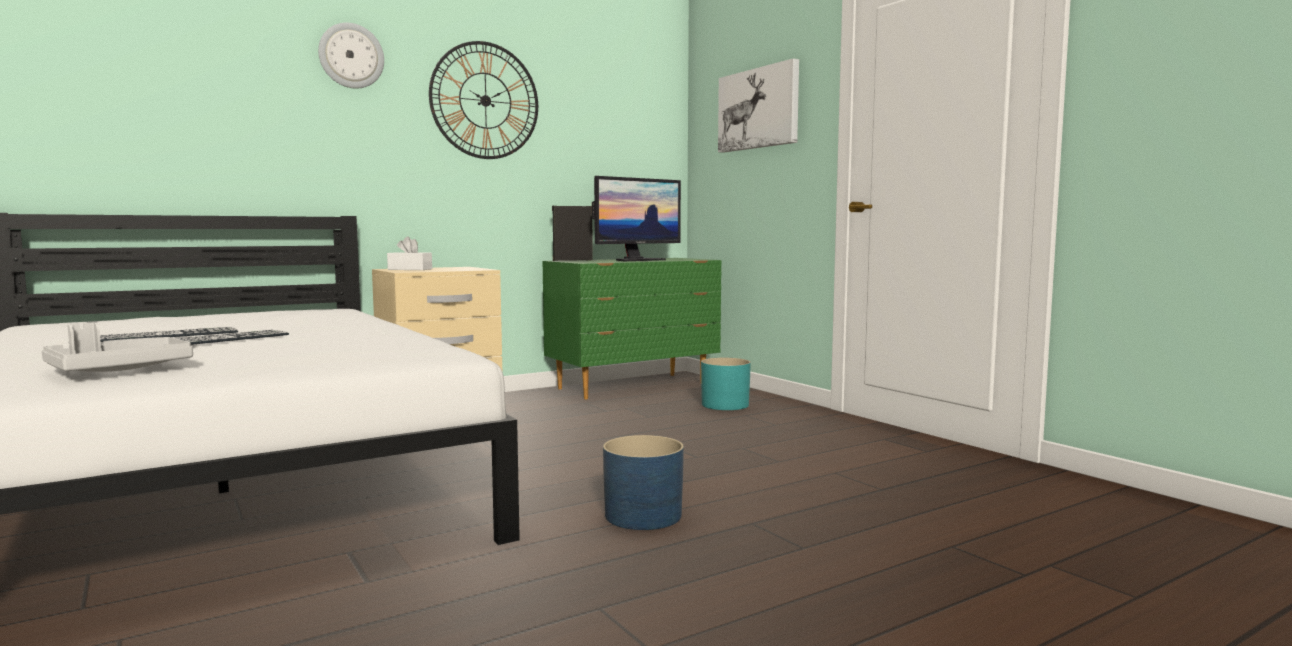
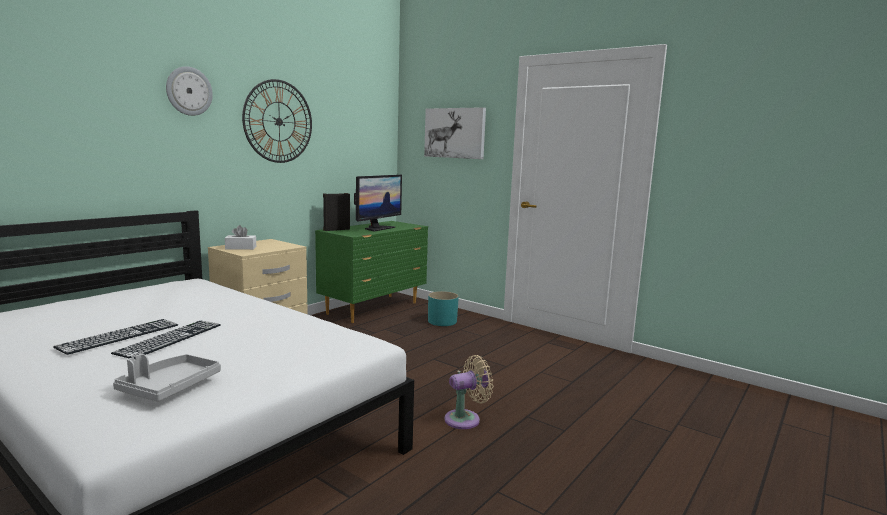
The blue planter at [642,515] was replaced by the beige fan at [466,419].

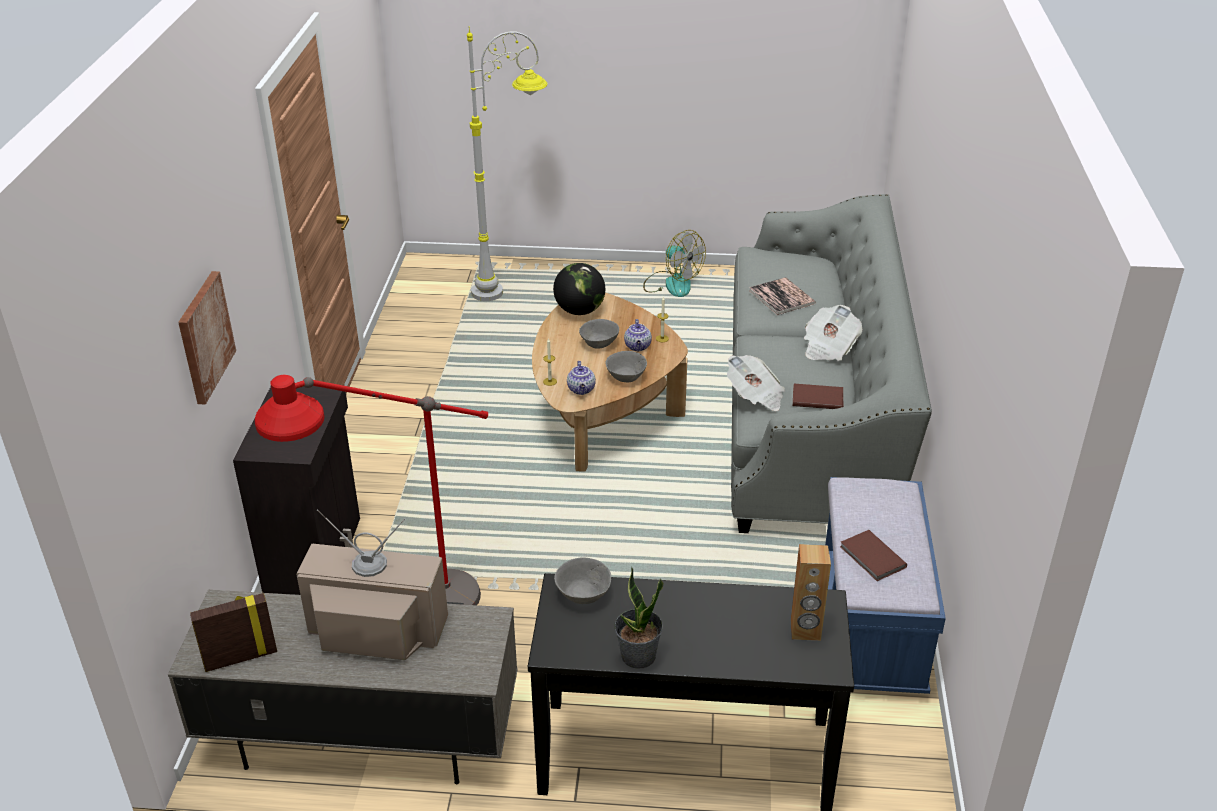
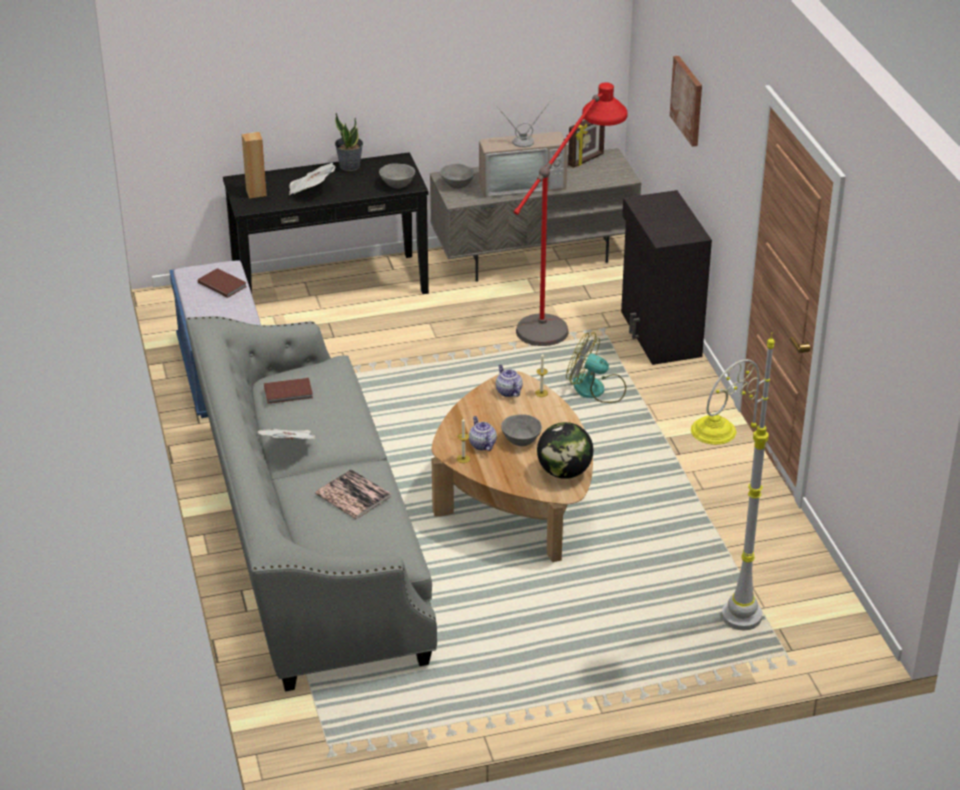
The grey bowl moved from [625,377] to [457,184]. The fan moved from [672,283] to [596,389]. The newspaper moved from [755,396] to [311,190].

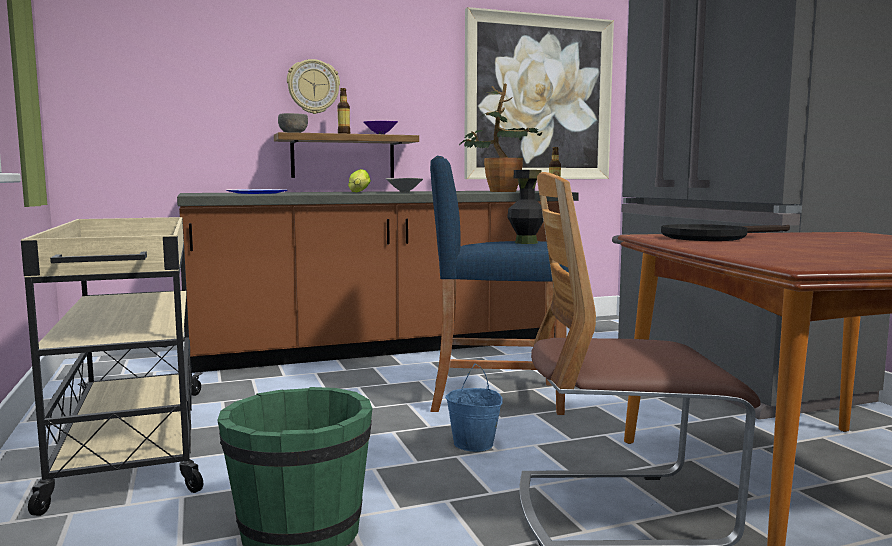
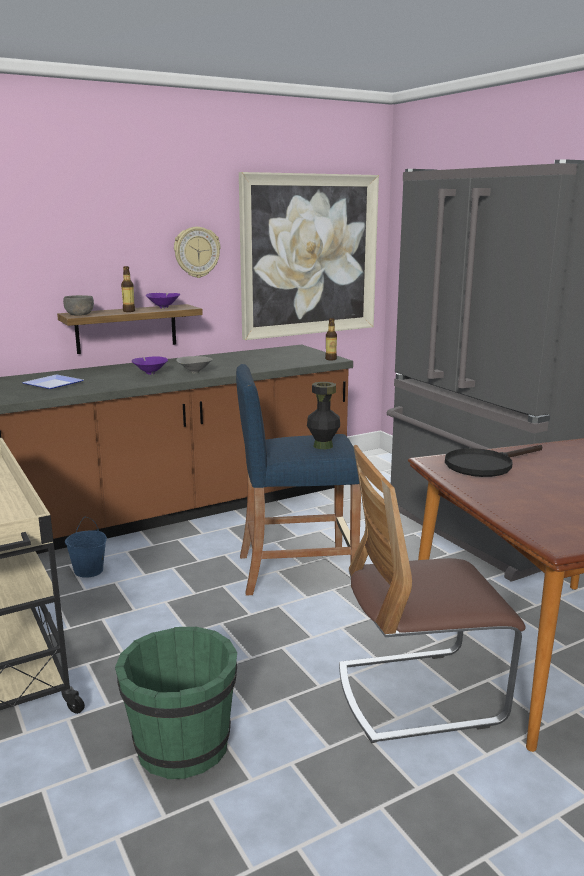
The potted plant at [498,191] disappeared. The wall clock moved from [313,87] to [196,252]. The blue bucket moved from [474,444] to [89,571]. The lettuce at [358,192] was replaced by the purple bowl at [150,373].

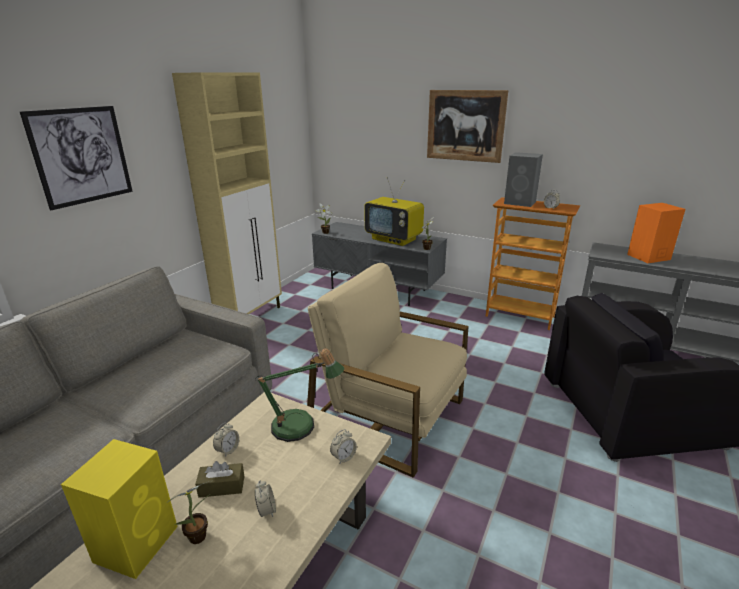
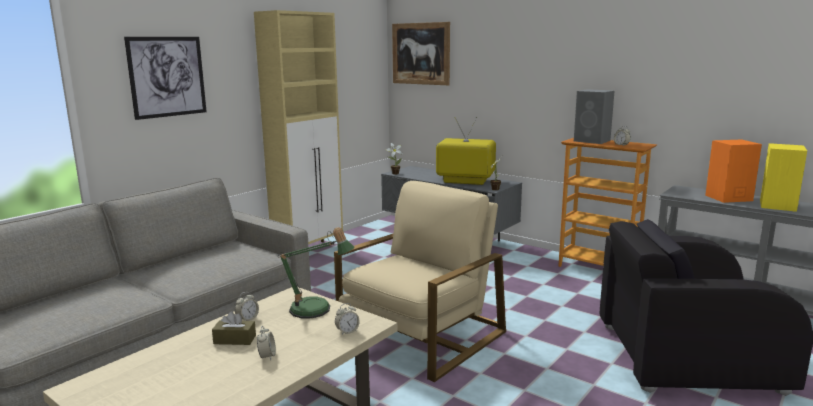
The potted plant at [201,536] disappeared. The yellow speaker moved from [138,542] to [777,205]. The picture moved from [465,126] to [420,53]. The beige armchair at [389,414] turned 90 degrees clockwise. The television at [394,239] turned 150 degrees clockwise.

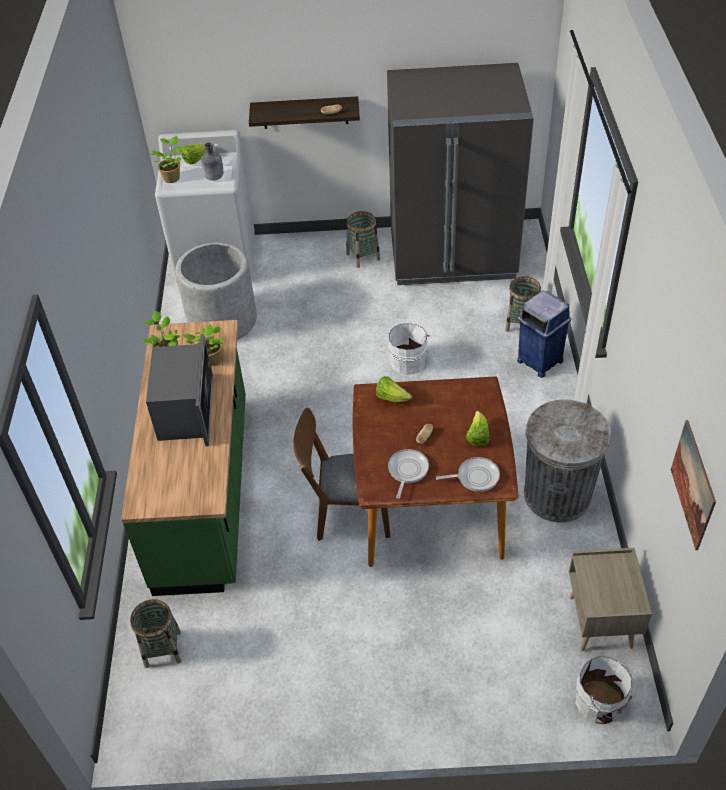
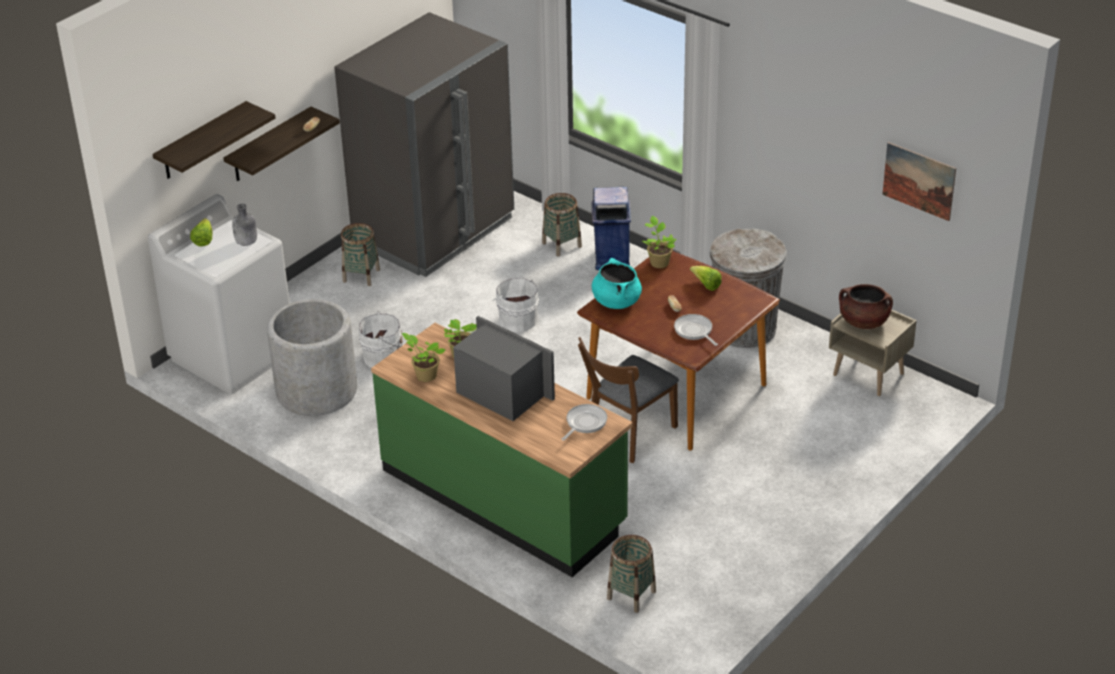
The shelf at [202,141] appeared. The brown cooking pot at [863,322] appeared. The potted plant moved from [172,177] to [658,262]. The frying pan moved from [475,477] to [584,423]. The white bucket moved from [600,703] to [384,357]. The lettuce at [392,398] was replaced by the turquoise cooking pot at [616,301].

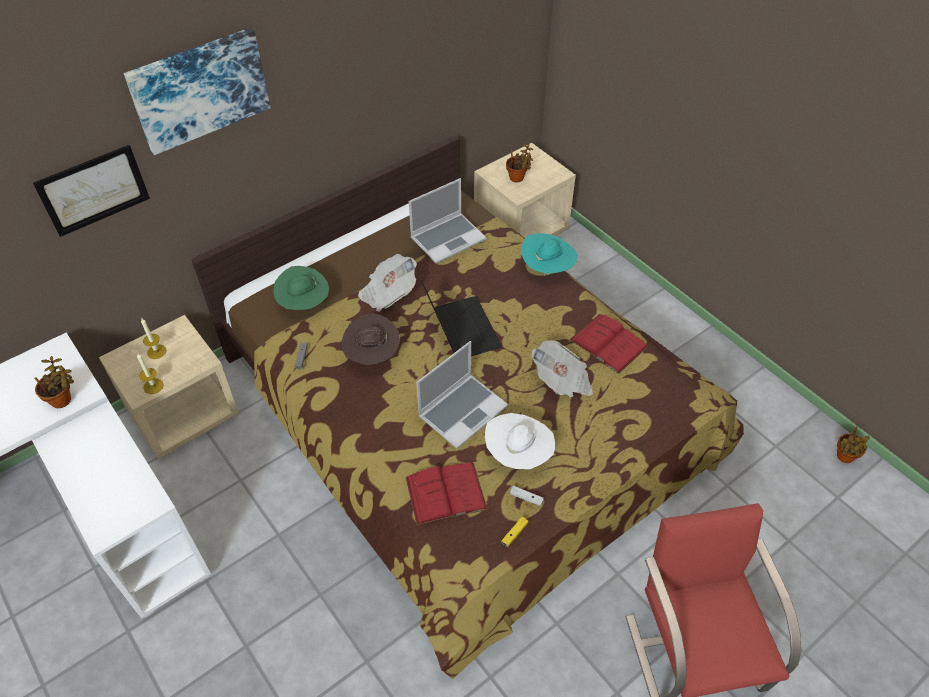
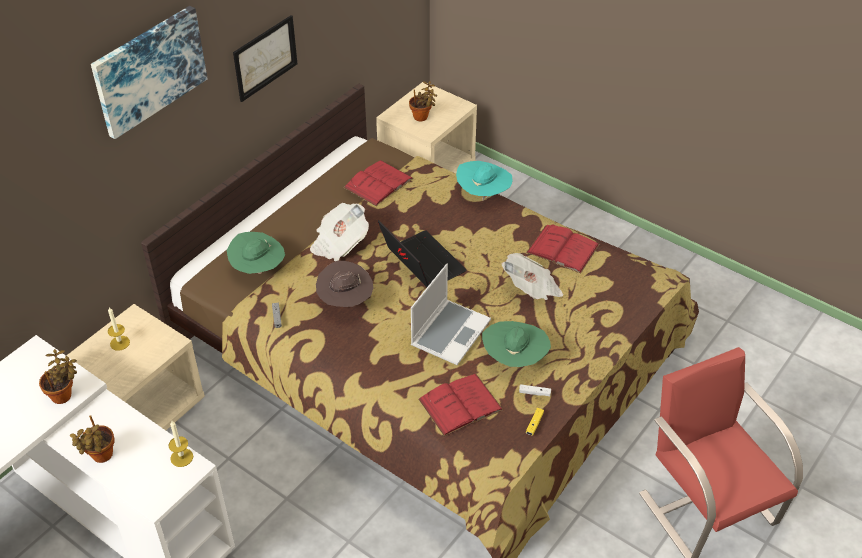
The picture moved from [93,190] to [265,58]. The candle moved from [153,386] to [181,457]. The potted plant moved from [844,457] to [101,456]. The laptop at [448,238] was replaced by the red book at [378,183]. The white hat at [518,455] became the green hat at [514,359].

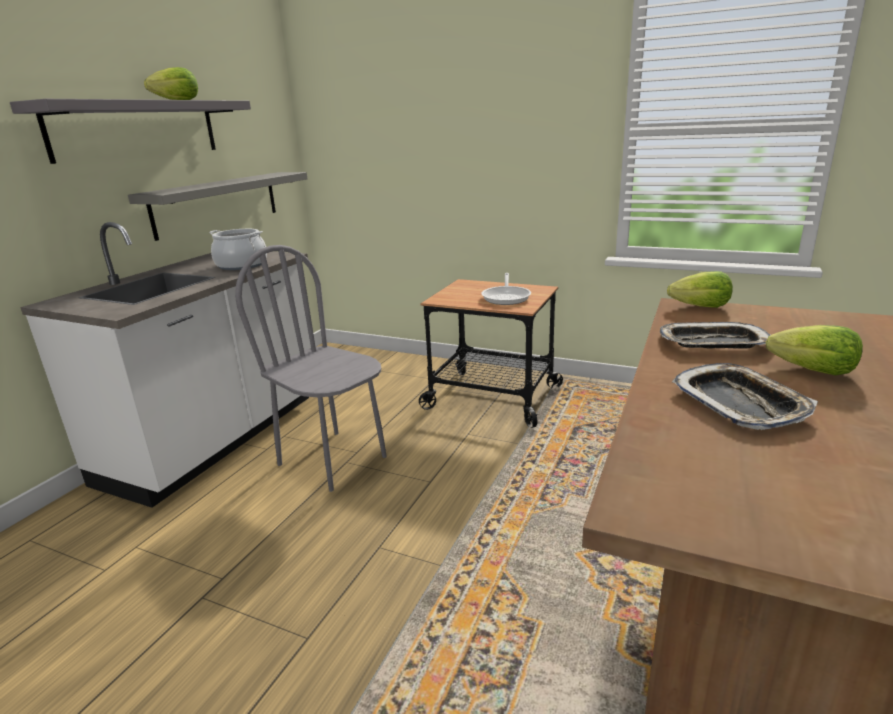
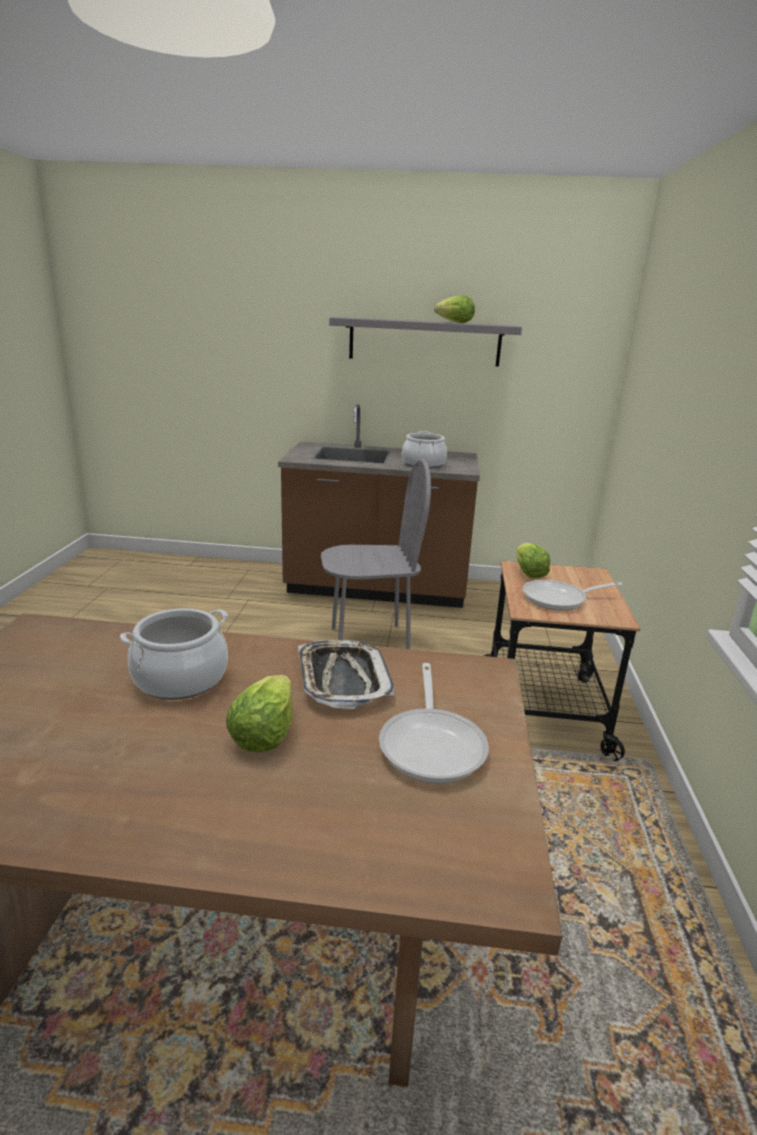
The grey shelf at [217,203] disappeared. The frying pan at [432,744] appeared. The lettuce moved from [701,307] to [528,573]. The tray at [739,403] was replaced by the cooking pot at [181,678]. The white counter at [219,438] became the brown counter at [376,589]. The grey chair at [333,460] turned 60 degrees clockwise.

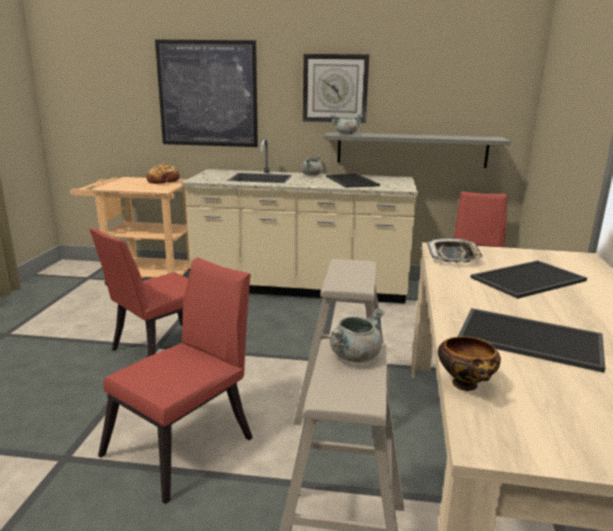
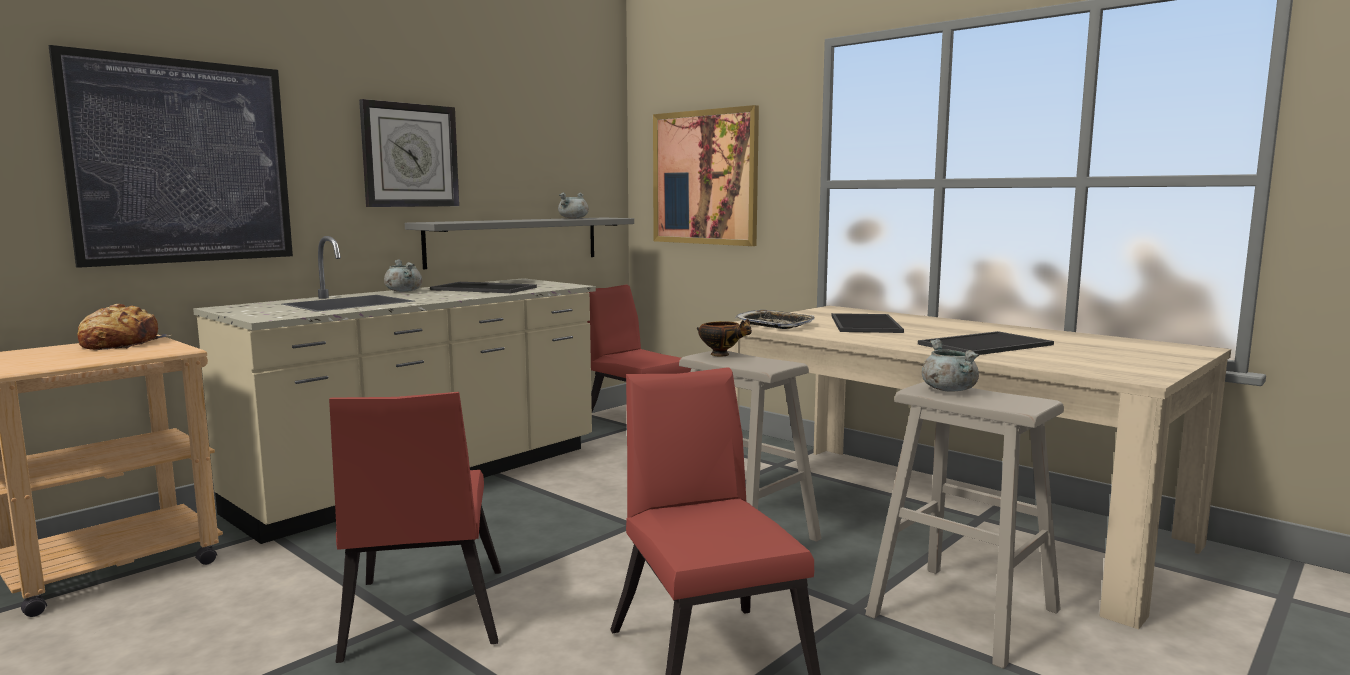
The picture at [704,177] appeared. The grey cooking pot moved from [346,134] to [573,218]. The bowl moved from [466,386] to [722,355].

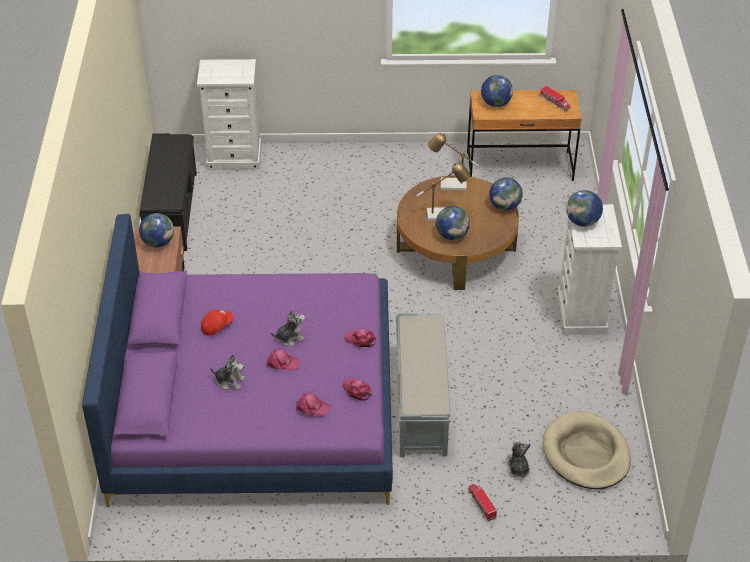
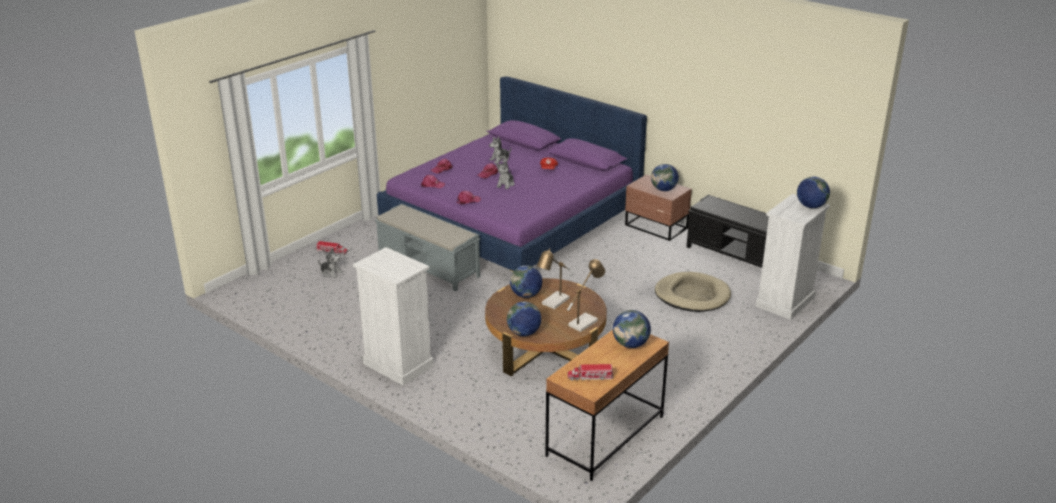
The beige dog bed moved from [586,454] to [692,295]. The globe moved from [582,222] to [811,206].

